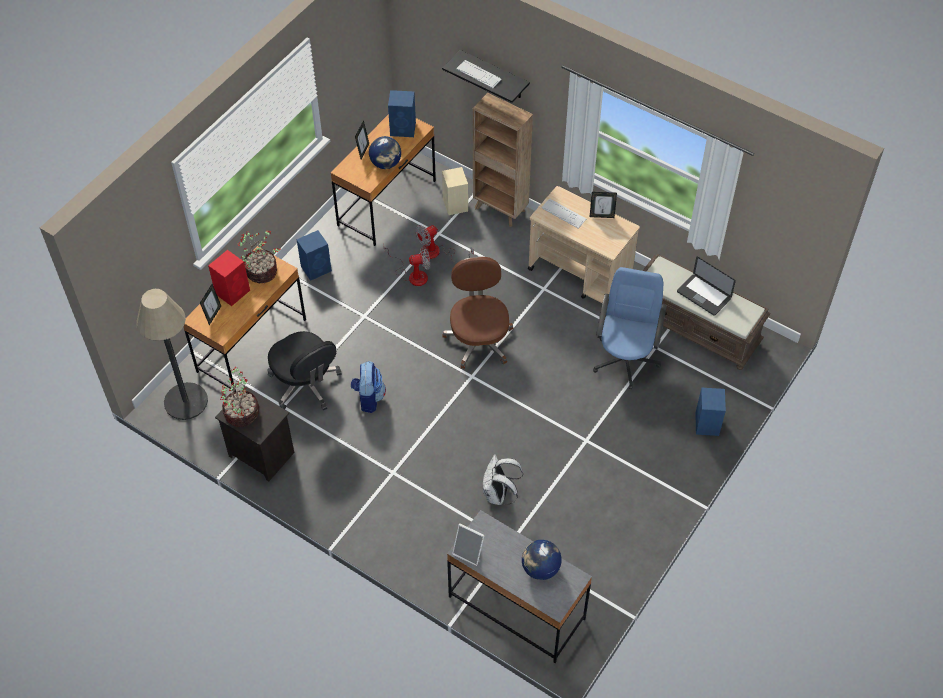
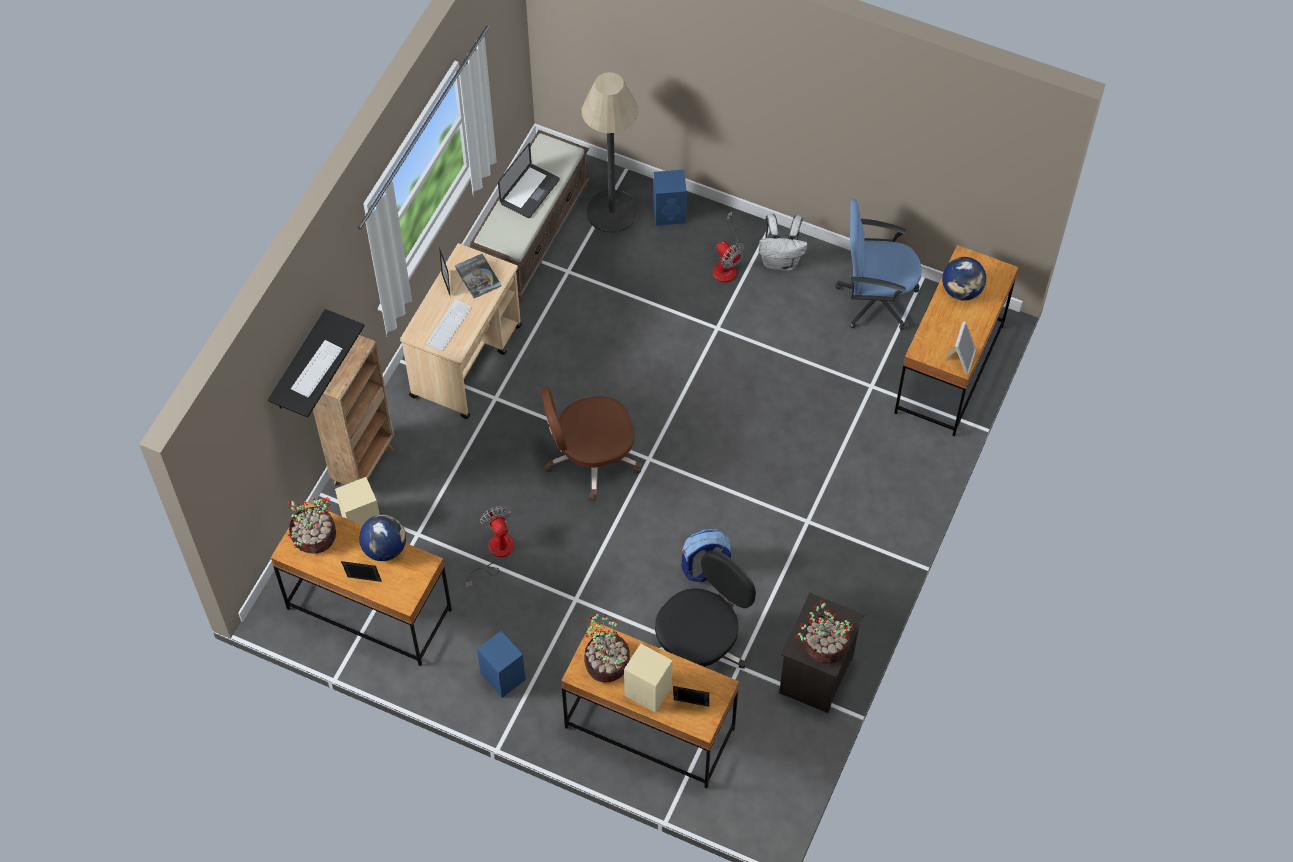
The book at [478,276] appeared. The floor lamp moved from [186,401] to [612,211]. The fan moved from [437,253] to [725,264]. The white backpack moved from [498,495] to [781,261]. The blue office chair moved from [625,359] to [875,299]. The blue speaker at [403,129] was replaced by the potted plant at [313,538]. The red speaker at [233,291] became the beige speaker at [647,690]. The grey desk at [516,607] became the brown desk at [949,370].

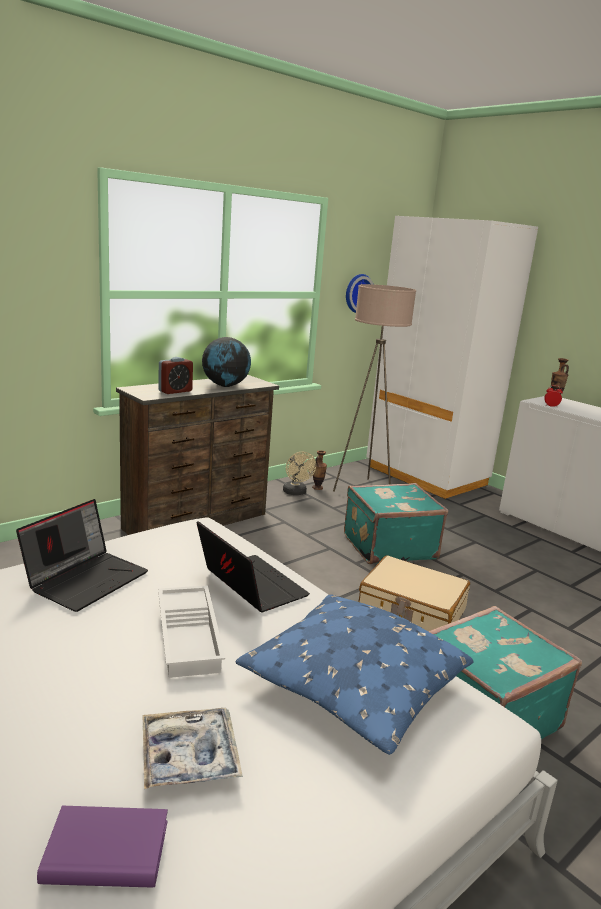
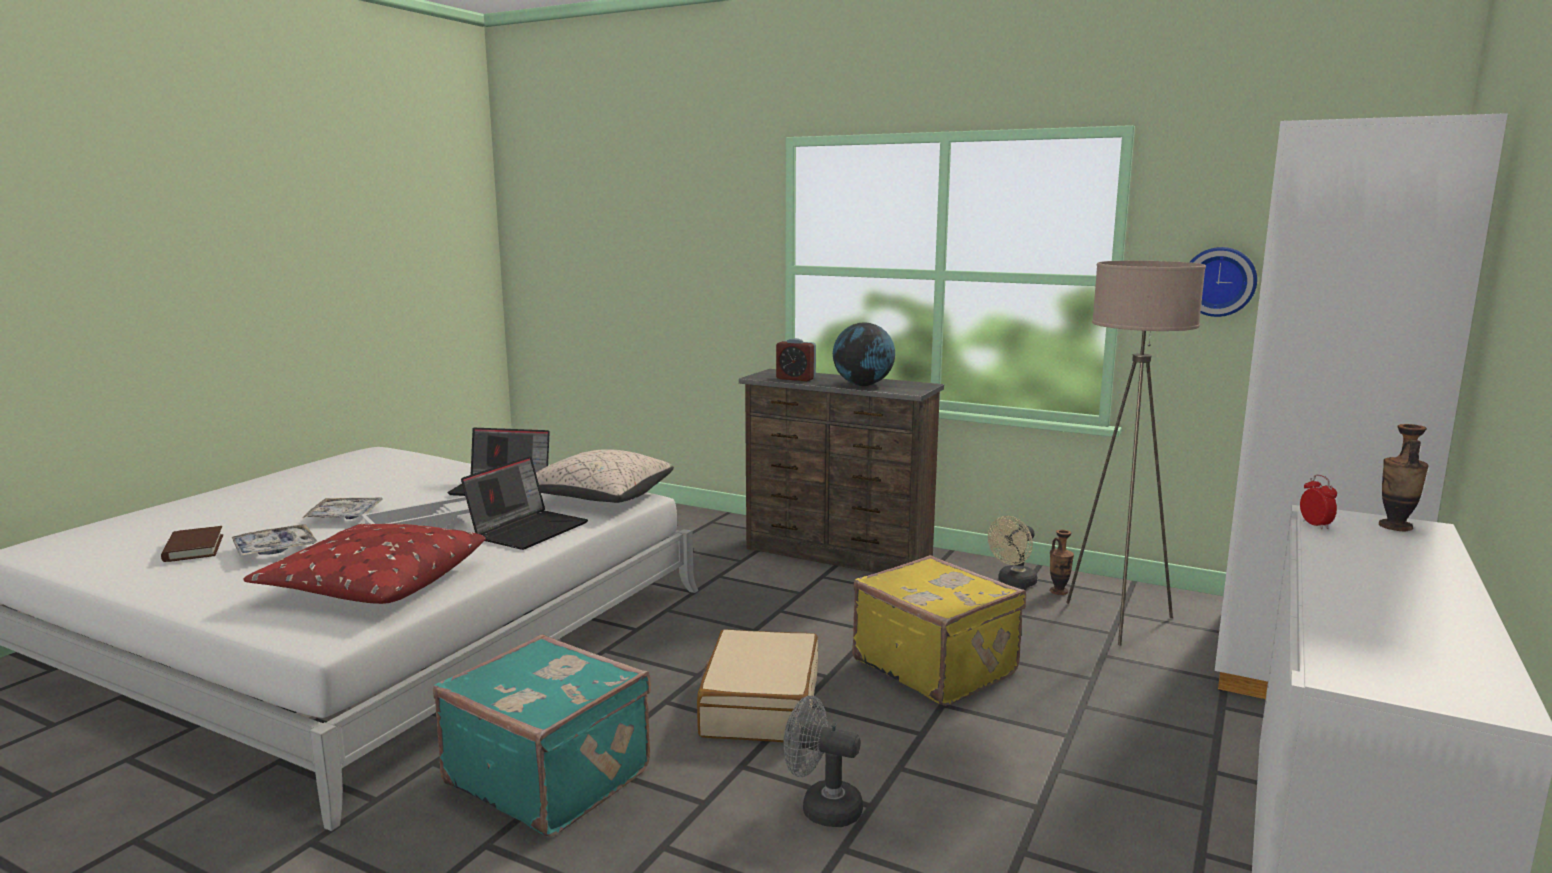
The tray at [345,516] appeared. The beige pillow at [599,497] appeared. The grey fan at [822,808] appeared. The purple book at [106,852] became the brown book at [193,548]. The blue pillow at [353,686] became the red pillow at [373,584]. The turquoise suitcase at [388,546] became the yellow suitcase at [936,666].

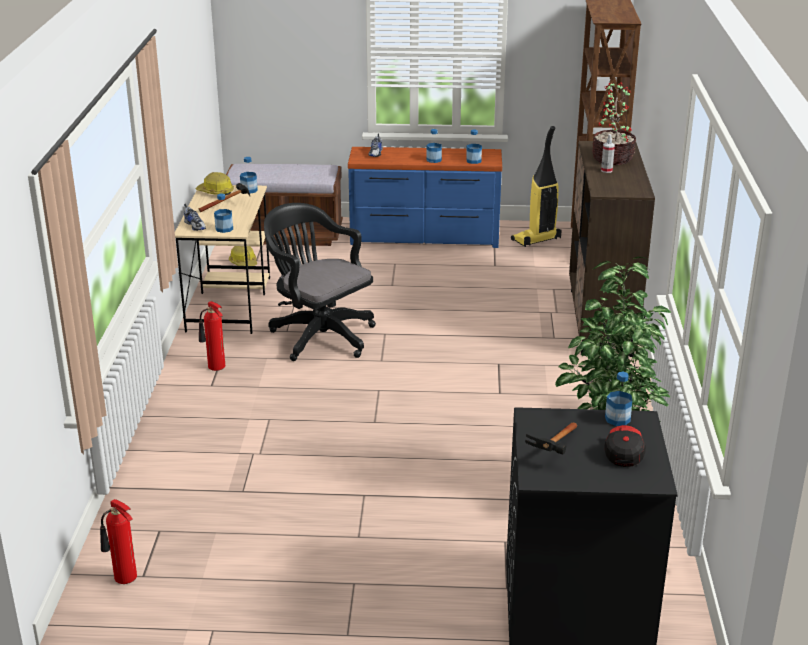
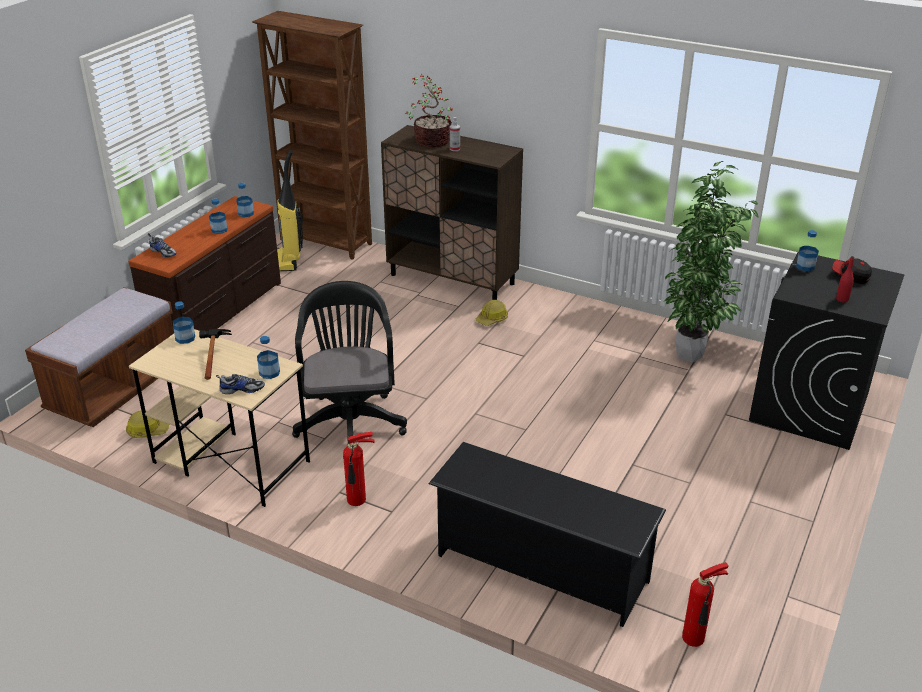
The black shoe rack at [540,568] appeared. The hard hat moved from [215,192] to [492,319]. The hammer at [555,452] was replaced by the red bottle at [842,299]. The blue dresser at [424,237] became the brown dresser at [218,312]. The black office chair at [319,335] turned 105 degrees clockwise.

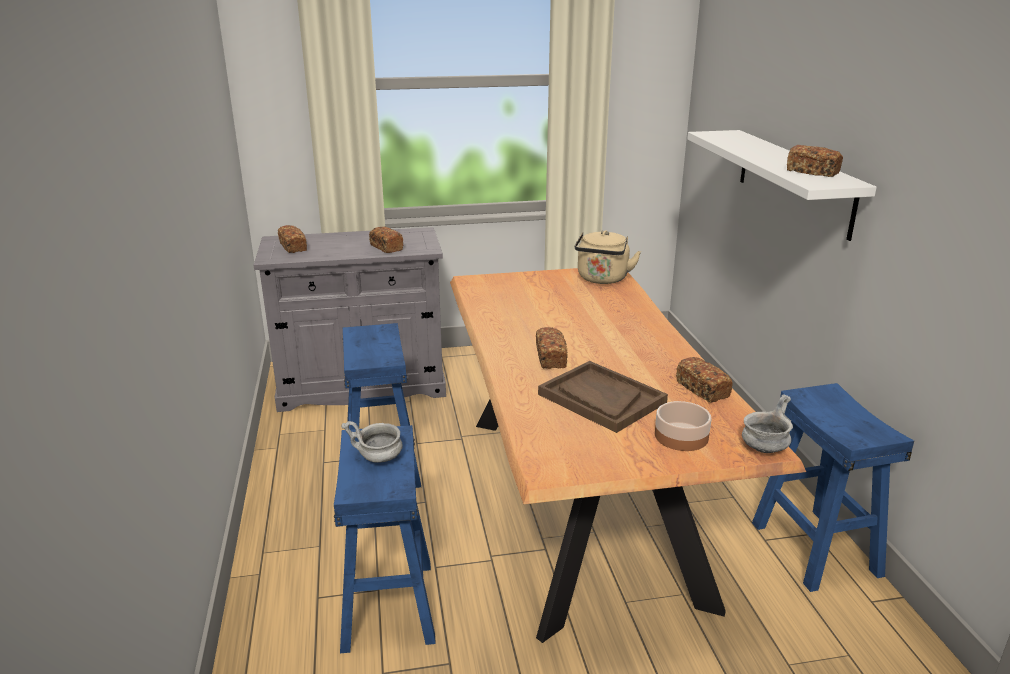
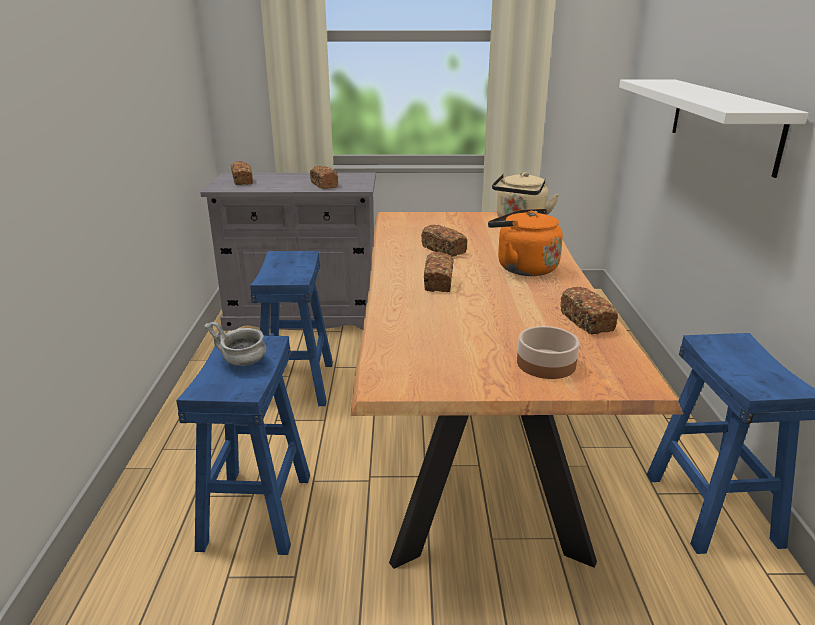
The brown tray at [601,398] disappeared. The grey bowl at [764,447] disappeared. The orange kettle at [523,268] appeared. The bread moved from [812,172] to [444,250].

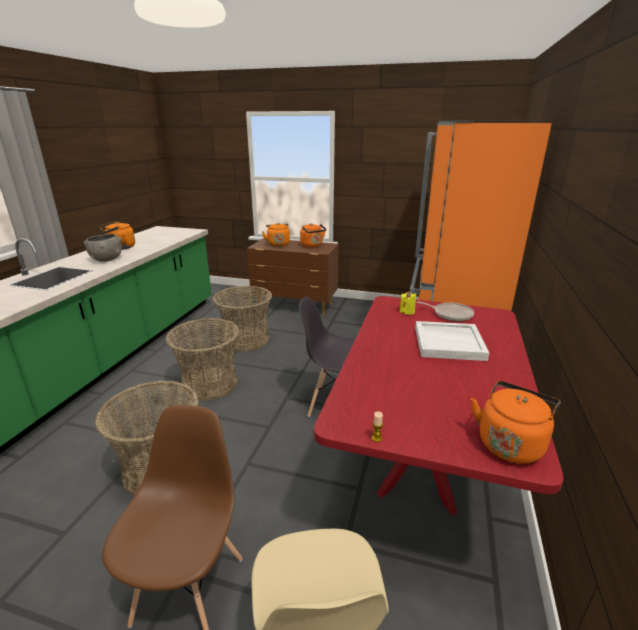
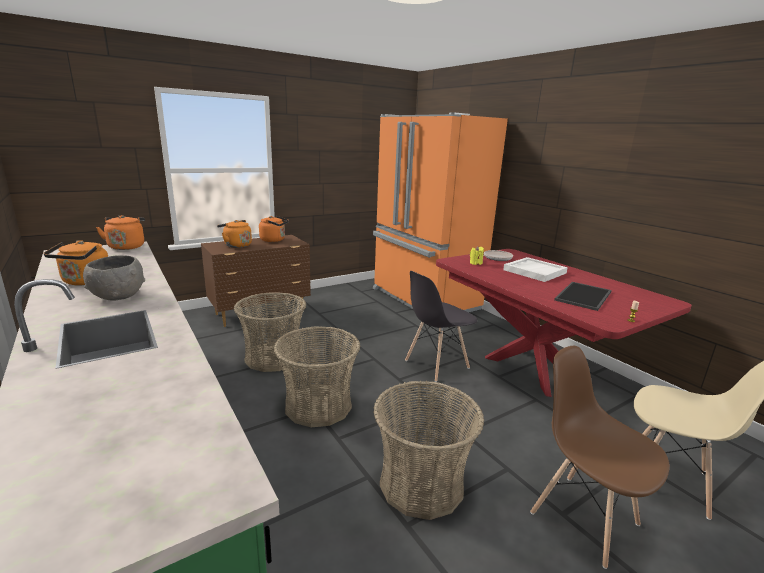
The tray at [584,296] appeared. The orange kettle moved from [510,443] to [127,246].

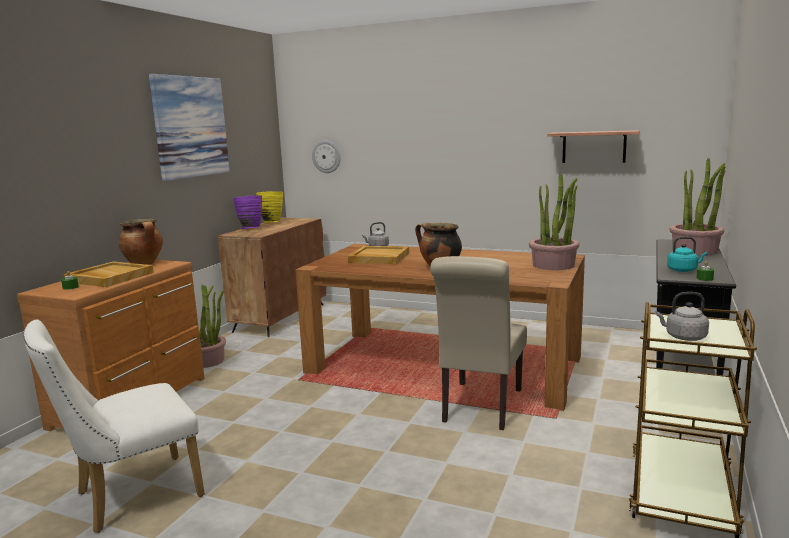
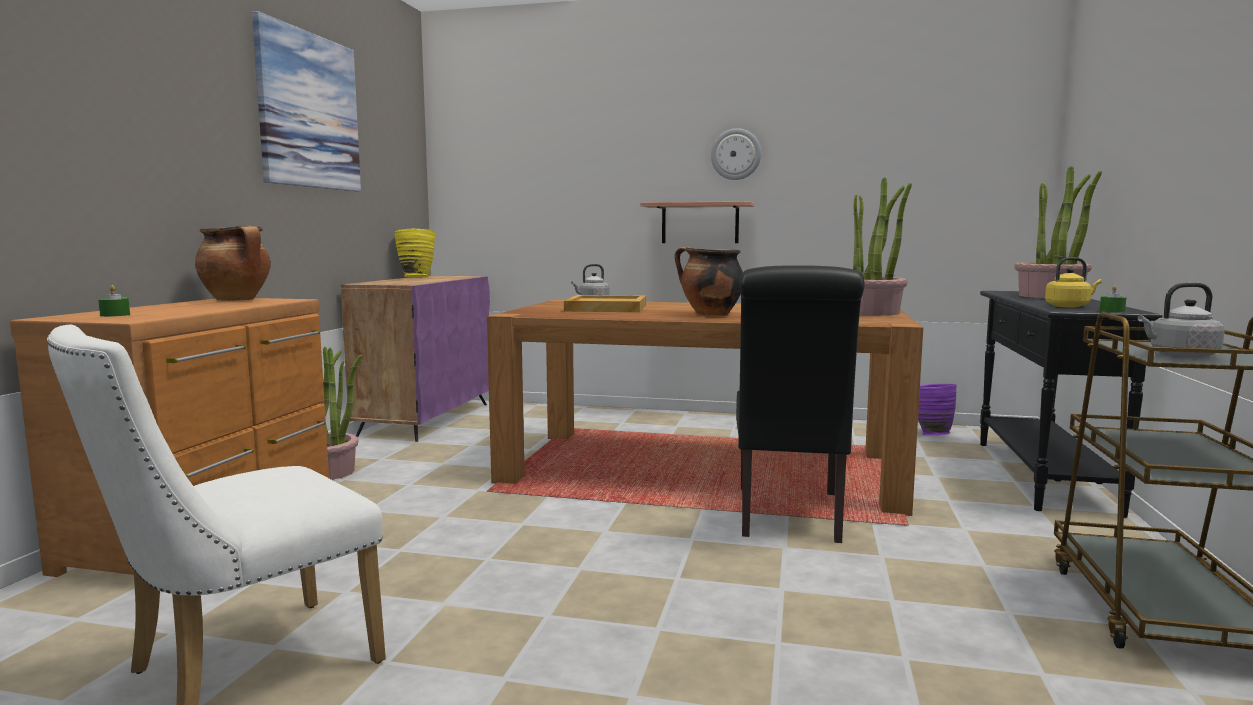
The beige tray at [109,277] disappeared. The purple vase moved from [250,228] to [929,434]. The wall clock moved from [326,156] to [736,154]. The shelf moved from [594,147] to [700,223]. The brown cabinet at [280,317] became the purple cabinet at [426,419]. The beige chair at [480,408] became the black chair at [789,517]. The turquoise kettle at [683,270] became the yellow kettle at [1069,306].

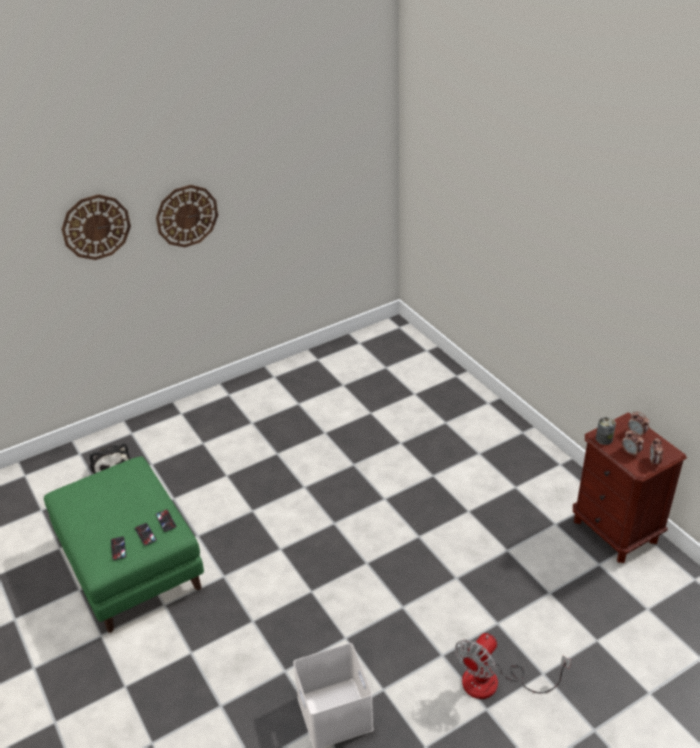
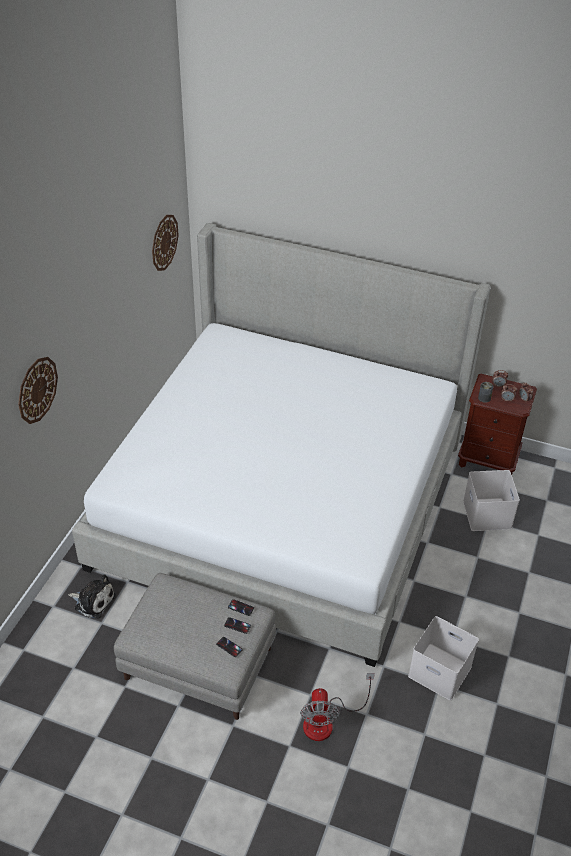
The bed at [283,499] appeared. The white storage box at [488,515] appeared. The wall clock moved from [187,216] to [164,242]. The fan moved from [494,682] to [327,721]. The green ottoman at [132,565] became the grey ottoman at [200,664].

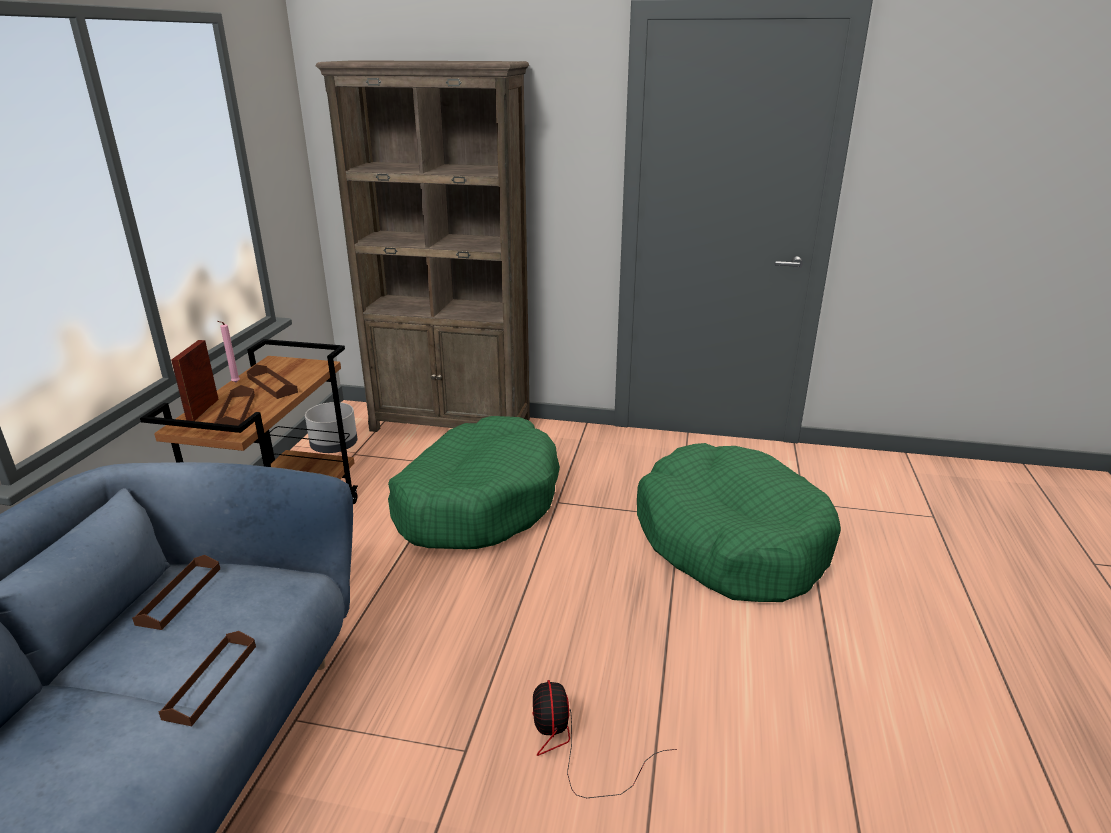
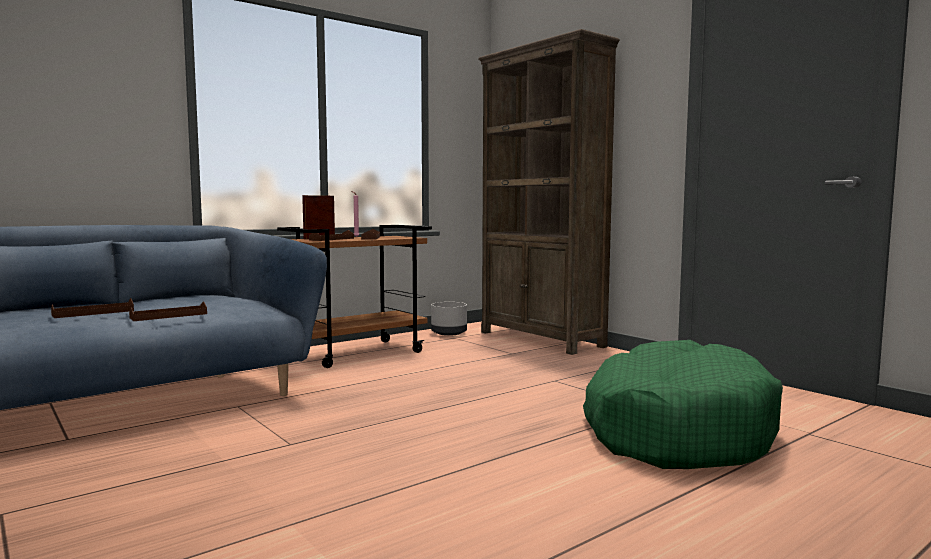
The green dog bed at [477,502] disappeared. The fan at [573,748] disappeared. The brown tray moved from [179,595] to [93,313].

